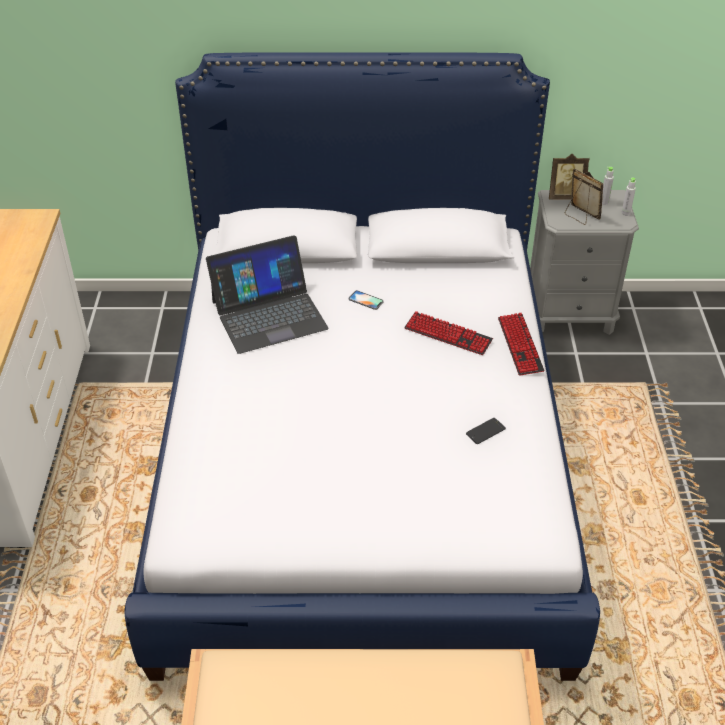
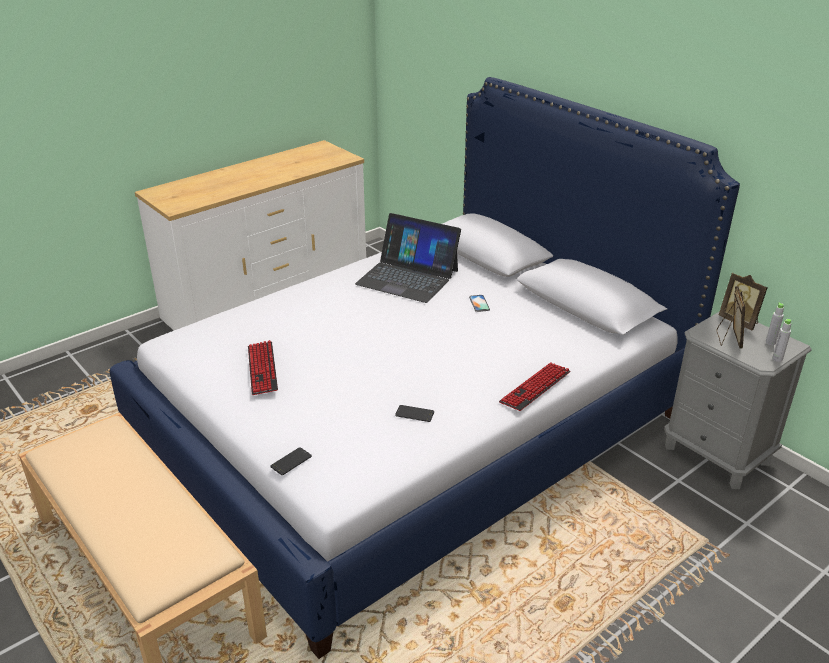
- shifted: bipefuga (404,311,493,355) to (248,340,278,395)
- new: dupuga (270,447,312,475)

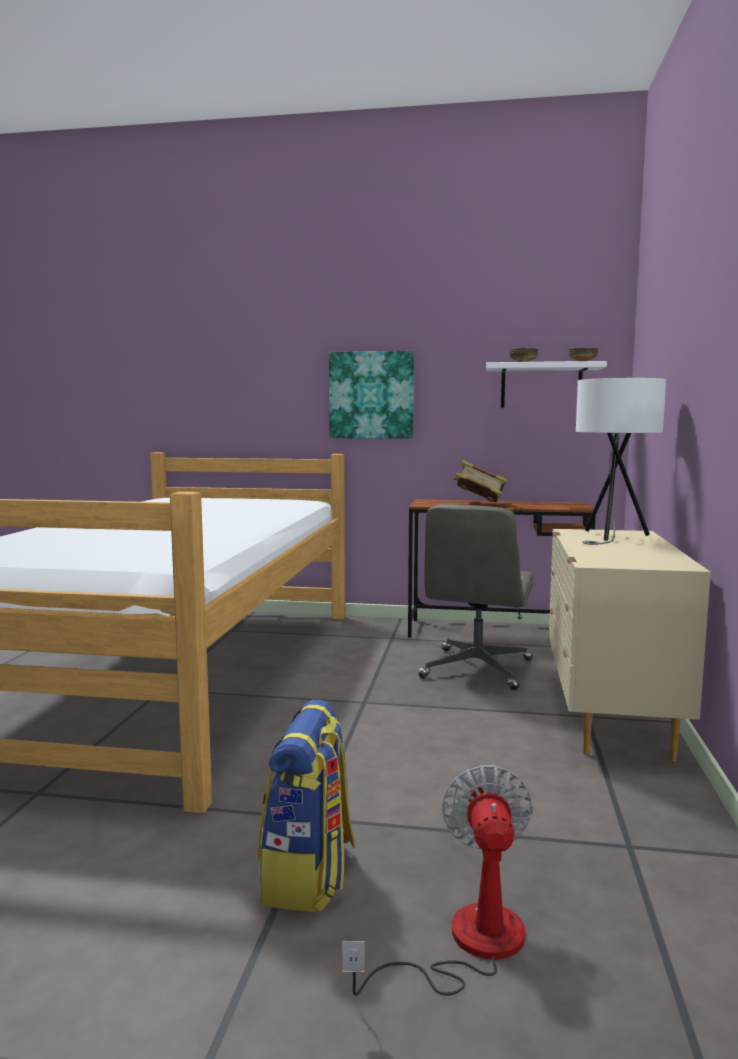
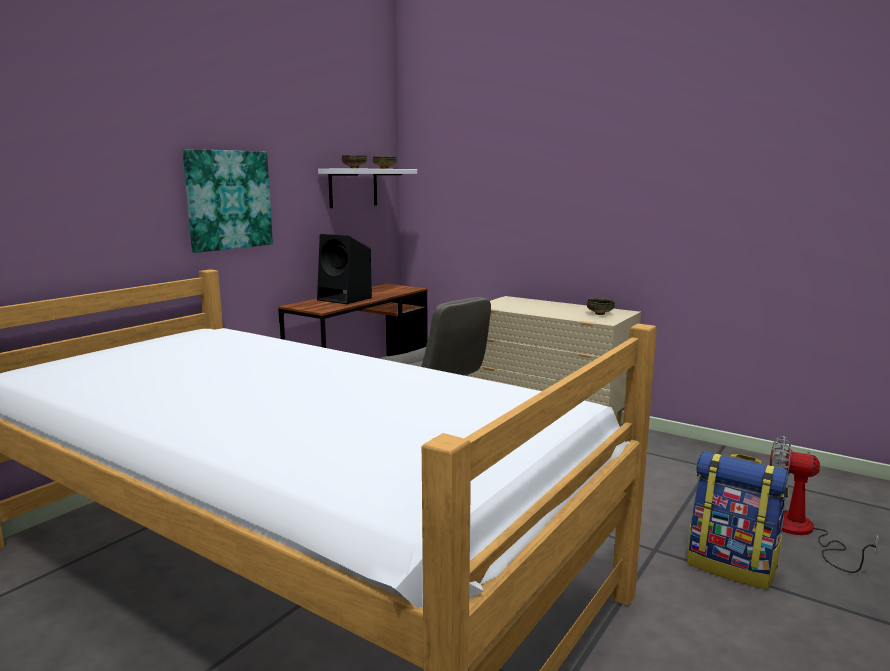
- swapped: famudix (453,460,508,503) to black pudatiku (317,234,372,304)
- new: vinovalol (587,298,615,315)
- gone: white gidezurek (576,378,666,545)

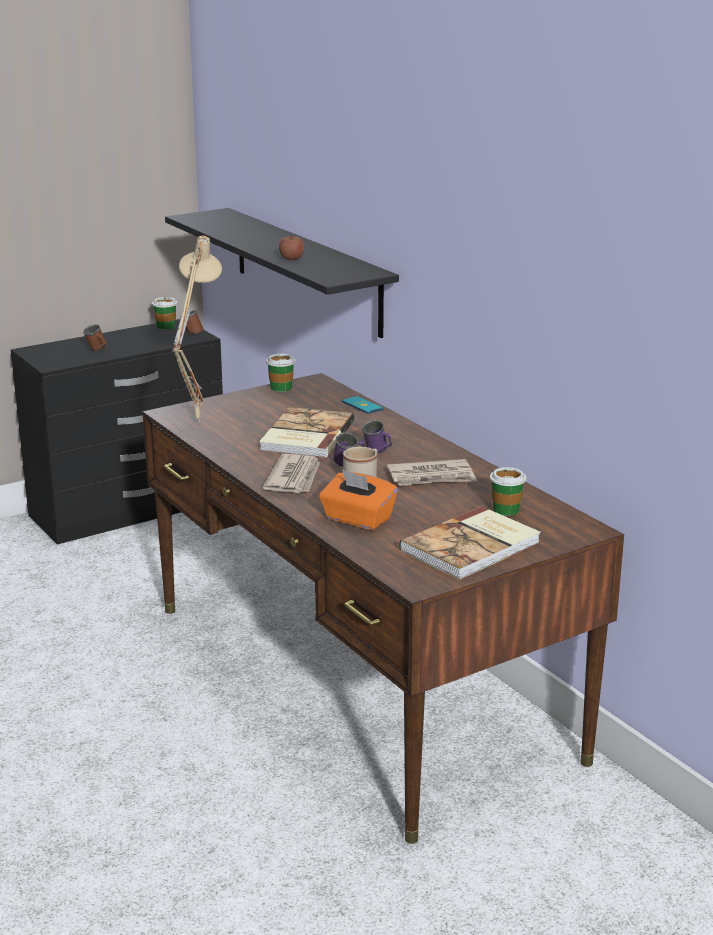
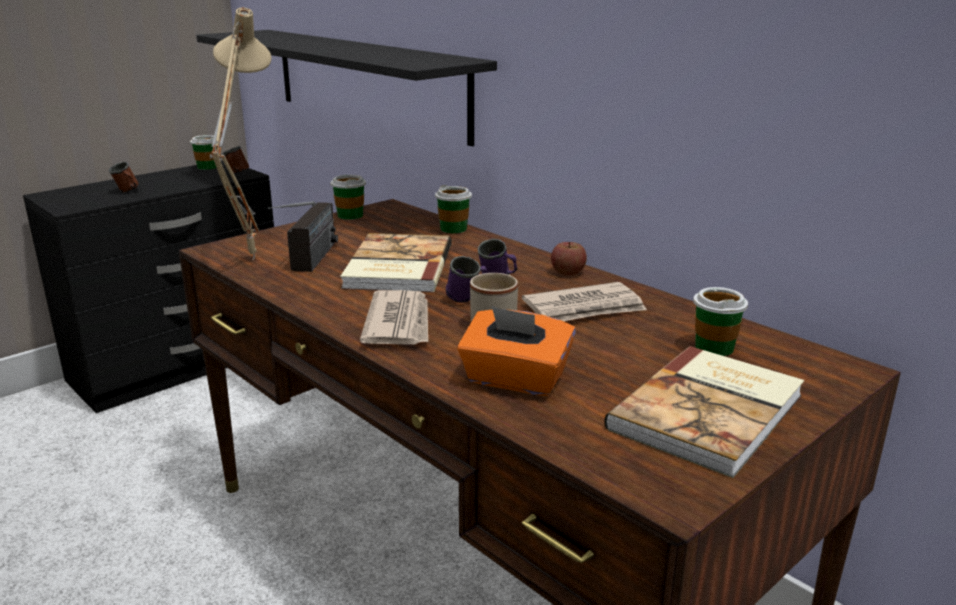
- new: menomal (268,201,338,272)
- swapped: dupuga (342,396,384,414) to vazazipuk (435,185,472,233)
- shifted: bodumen (279,235,305,260) to (551,242,587,276)

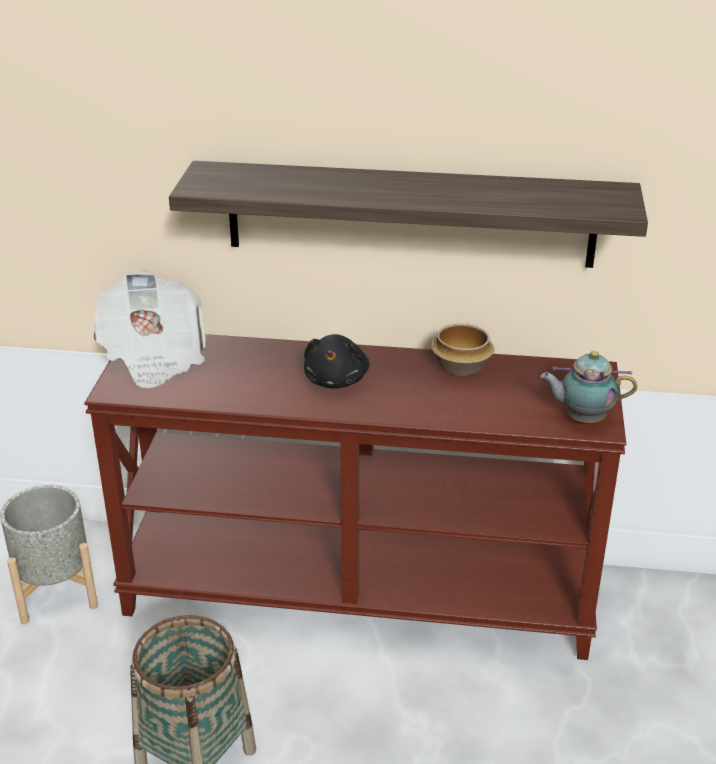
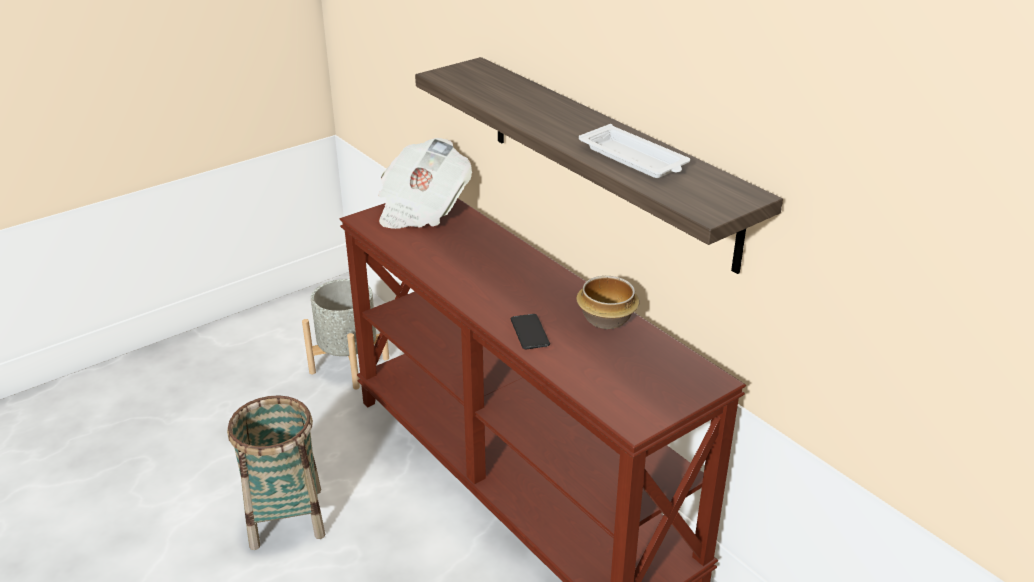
- new: dupuga (511,314,550,349)
- new: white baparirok (579,124,690,178)
- gone: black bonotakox (304,334,369,388)
- gone: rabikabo (540,351,637,423)

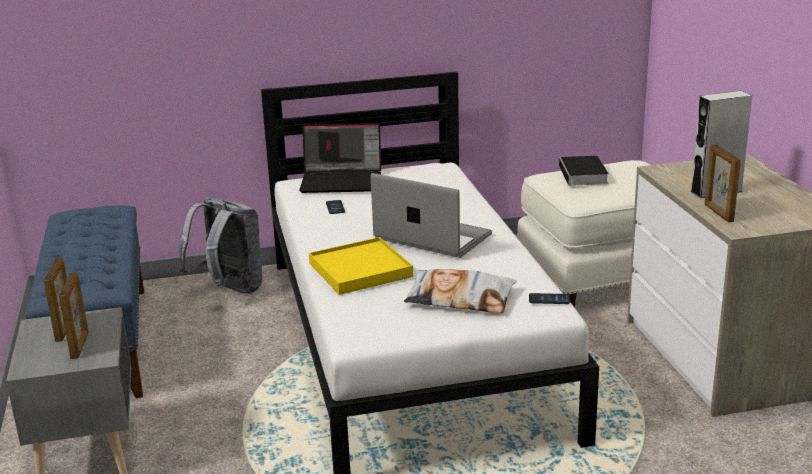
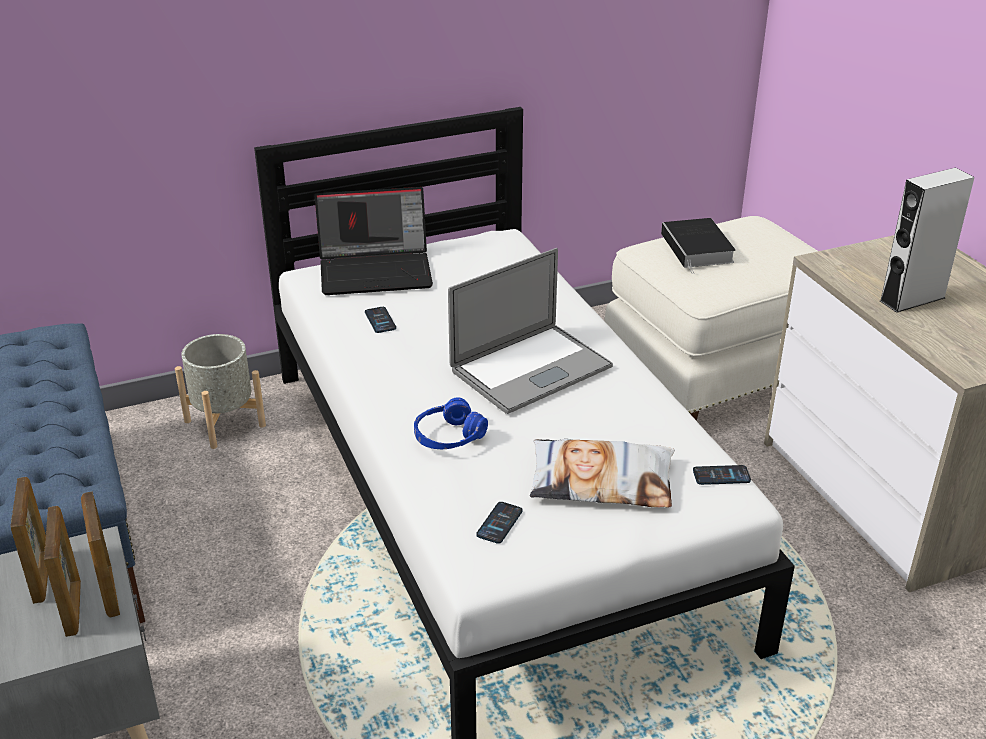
- shifted: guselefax (705,144,741,222) to (81,491,120,618)
- swapped: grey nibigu (179,198,263,294) to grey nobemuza (175,334,266,449)
- swapped: yellow baparirok (309,237,413,295) to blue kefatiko (414,397,488,449)
- rotated: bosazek (371,173,492,258) = (448,248,613,414) 120 degrees clockwise
- new: dupuga (476,502,523,544)

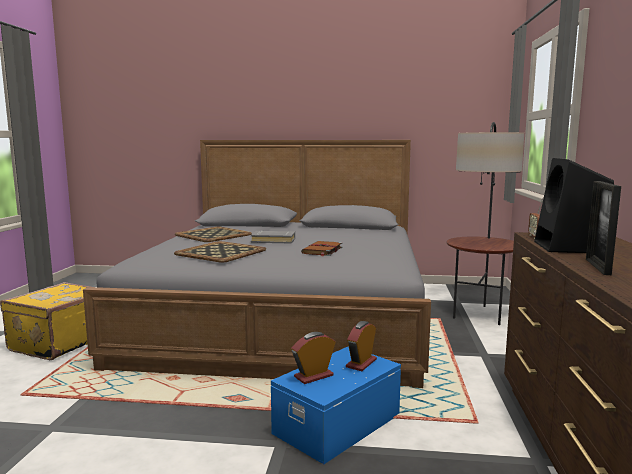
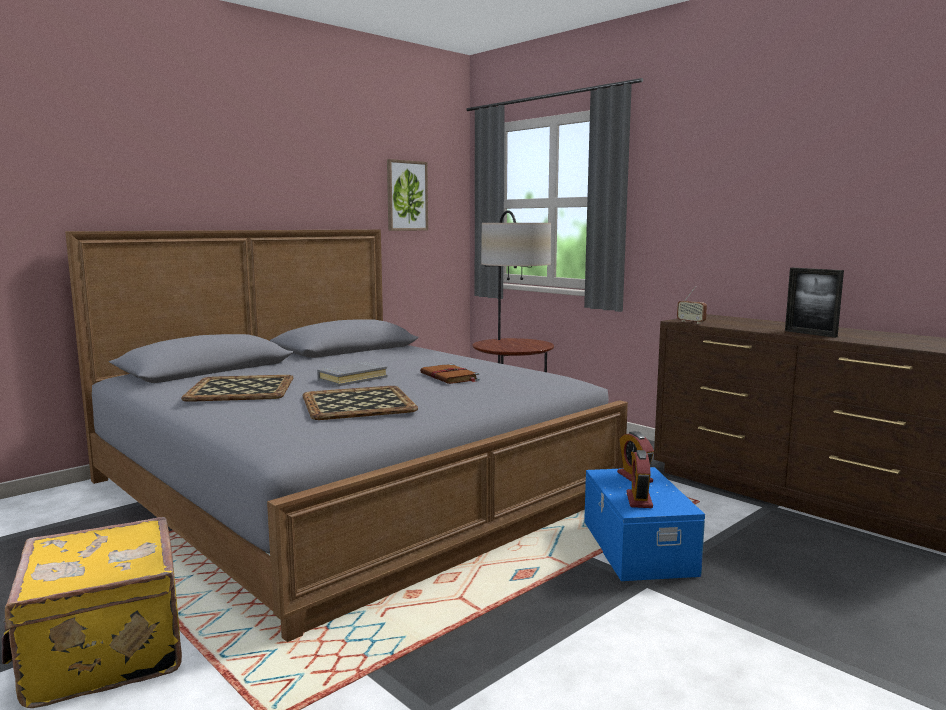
- new: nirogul (387,159,428,231)
- gone: black pudatiku (534,158,614,253)

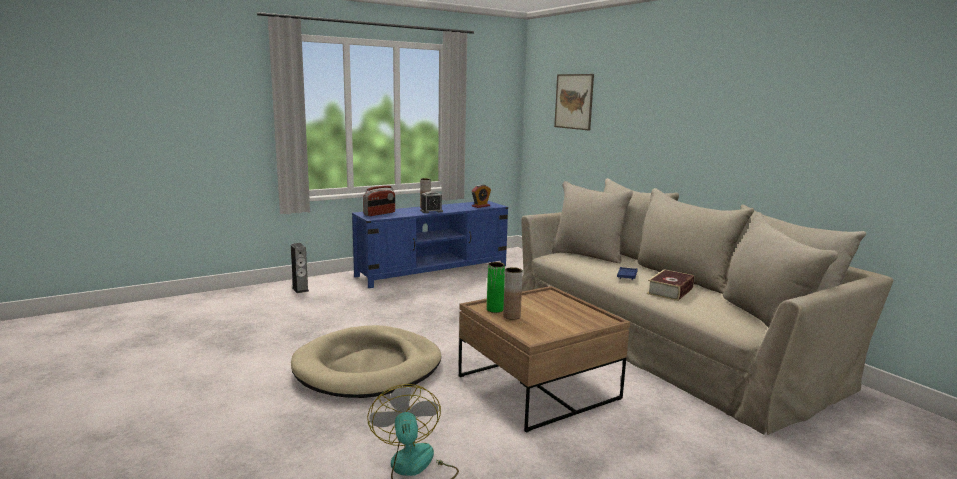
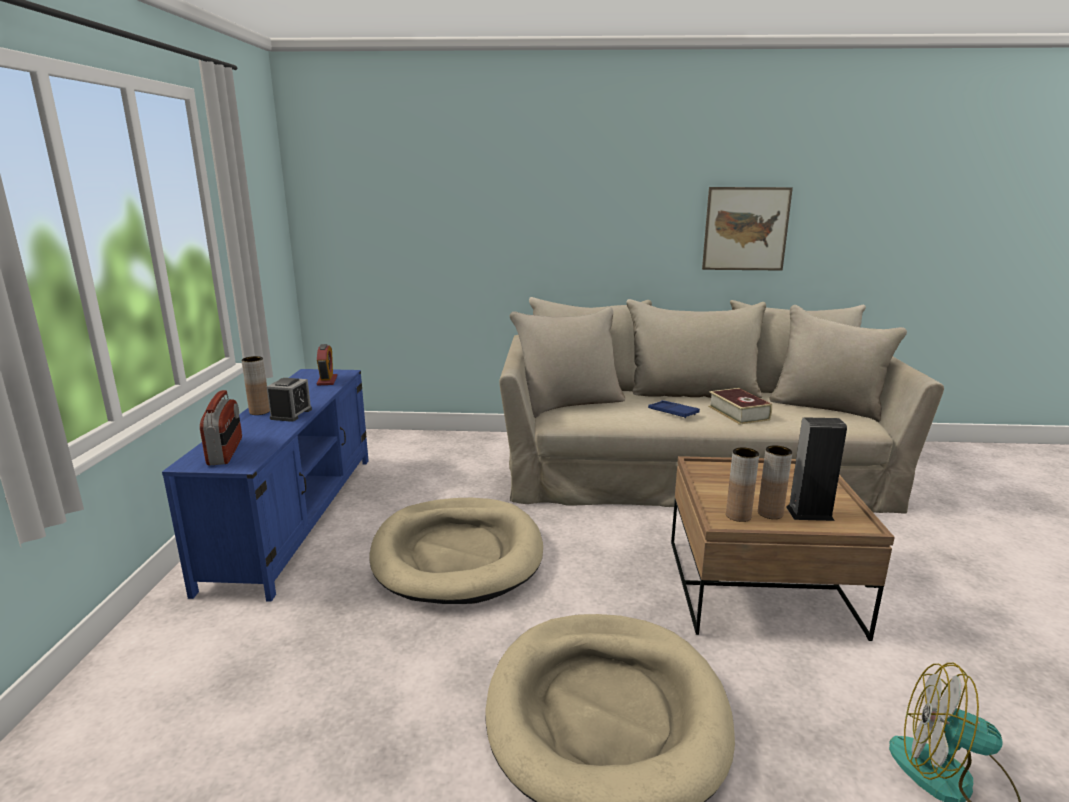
- new: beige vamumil (369,498,543,604)
- shifted: nirogul (554,74,594,131) to (702,187,793,271)
- repainted: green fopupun (487,262,505,313) to brown fopupun (726,447,759,522)
- shifted: pudatiku (291,243,309,293) to (786,417,847,521)

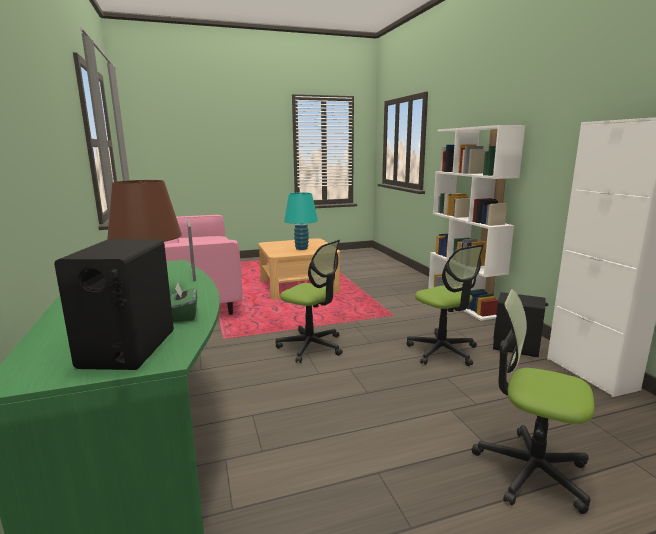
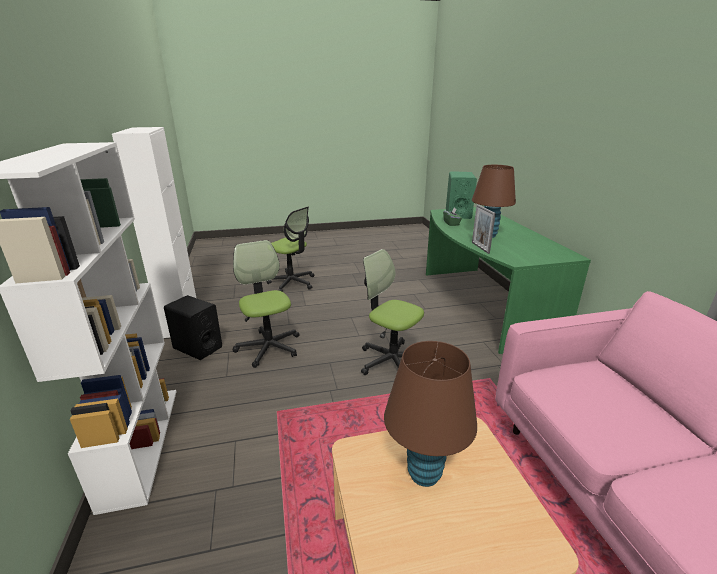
- repainted: turquoise gidezurek (284,192,318,250) to brown gidezurek (384,341,477,487)
- repainted: black pudatiku (54,239,174,370) to green pudatiku (446,171,477,219)

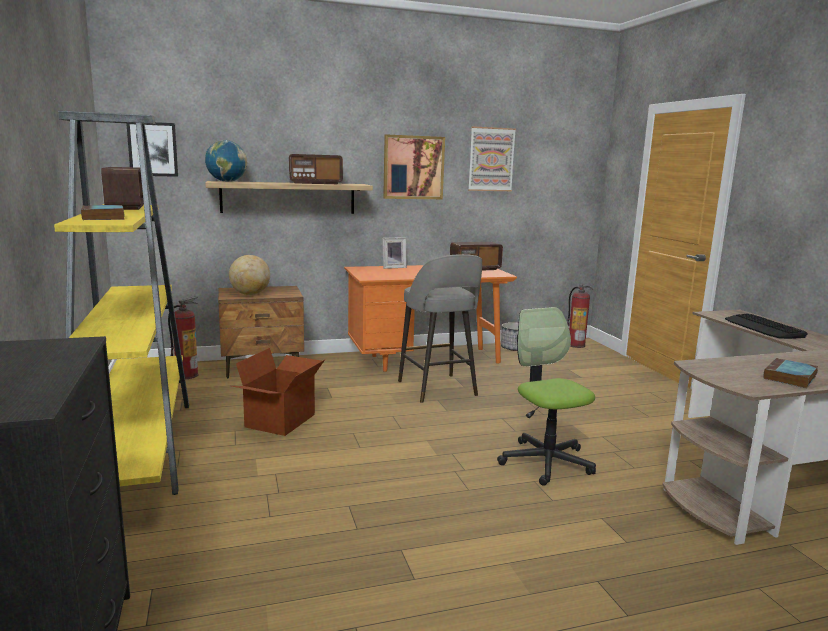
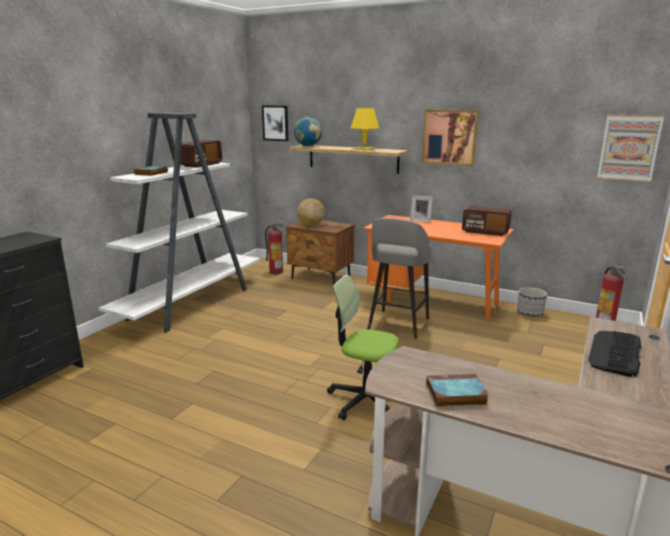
- repainted: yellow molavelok (54,111,189,495) to white molavelok (98,113,260,333)
- rotated: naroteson (497,307,596,486) = (327,274,399,420) 90 degrees counterclockwise
- swapped: menomal (289,154,343,184) to yellow gidezurek (351,108,379,150)
- shifted: nirogul (468,126,516,191) to (597,115,664,182)
- gone: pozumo (231,348,325,436)

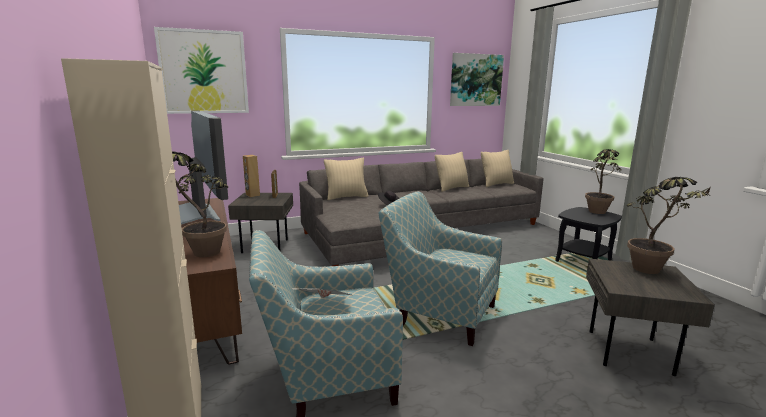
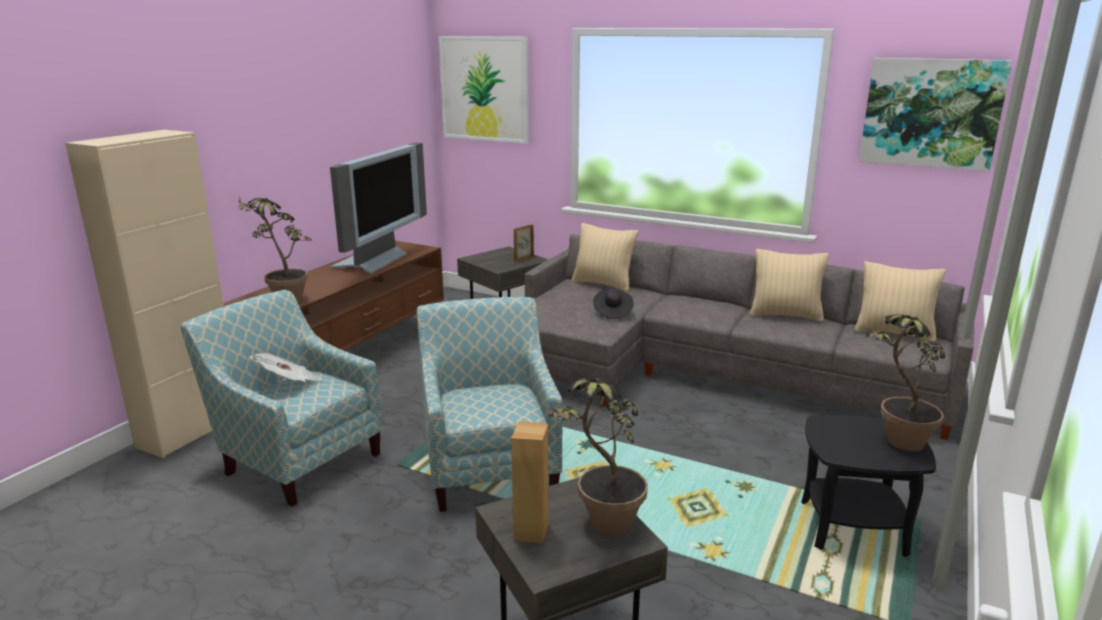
- shifted: brown pudatiku (243,155,260,197) to (511,421,548,544)

